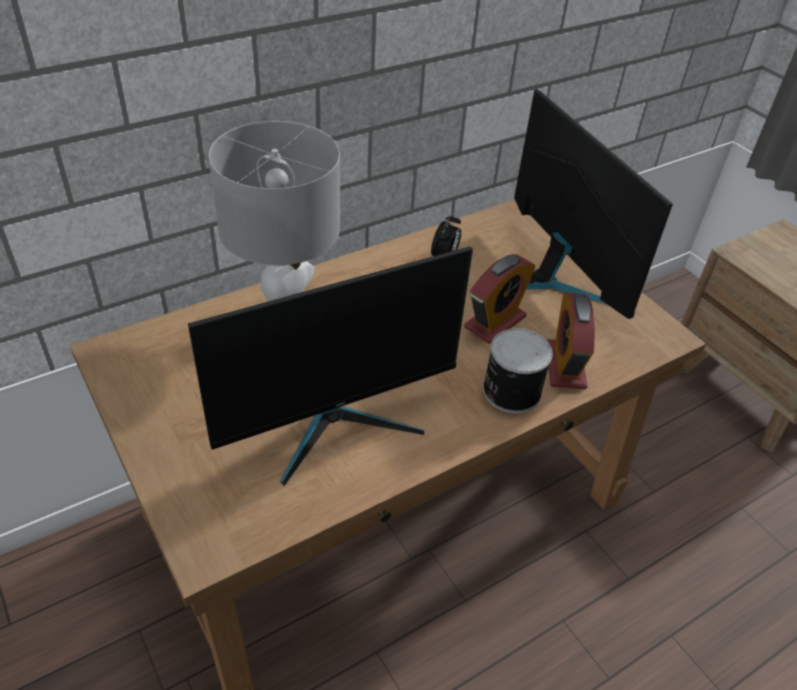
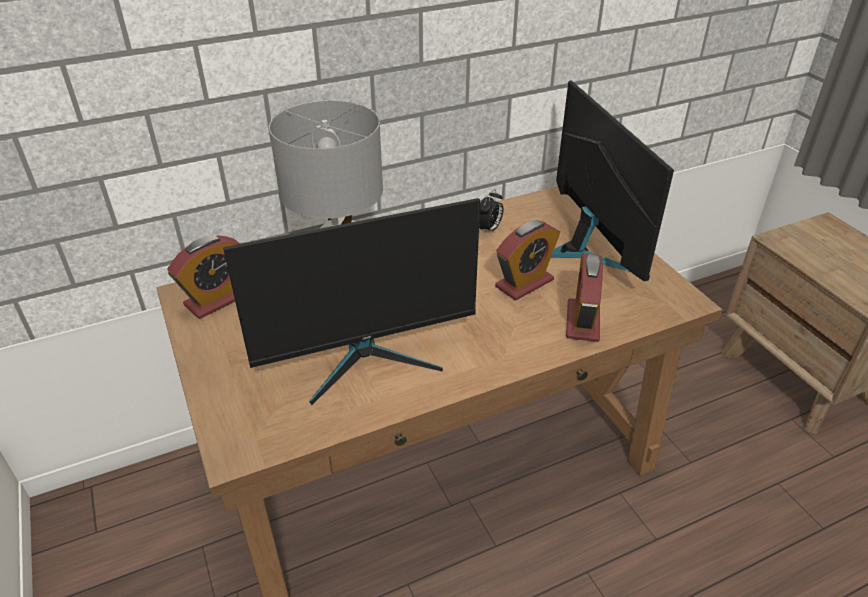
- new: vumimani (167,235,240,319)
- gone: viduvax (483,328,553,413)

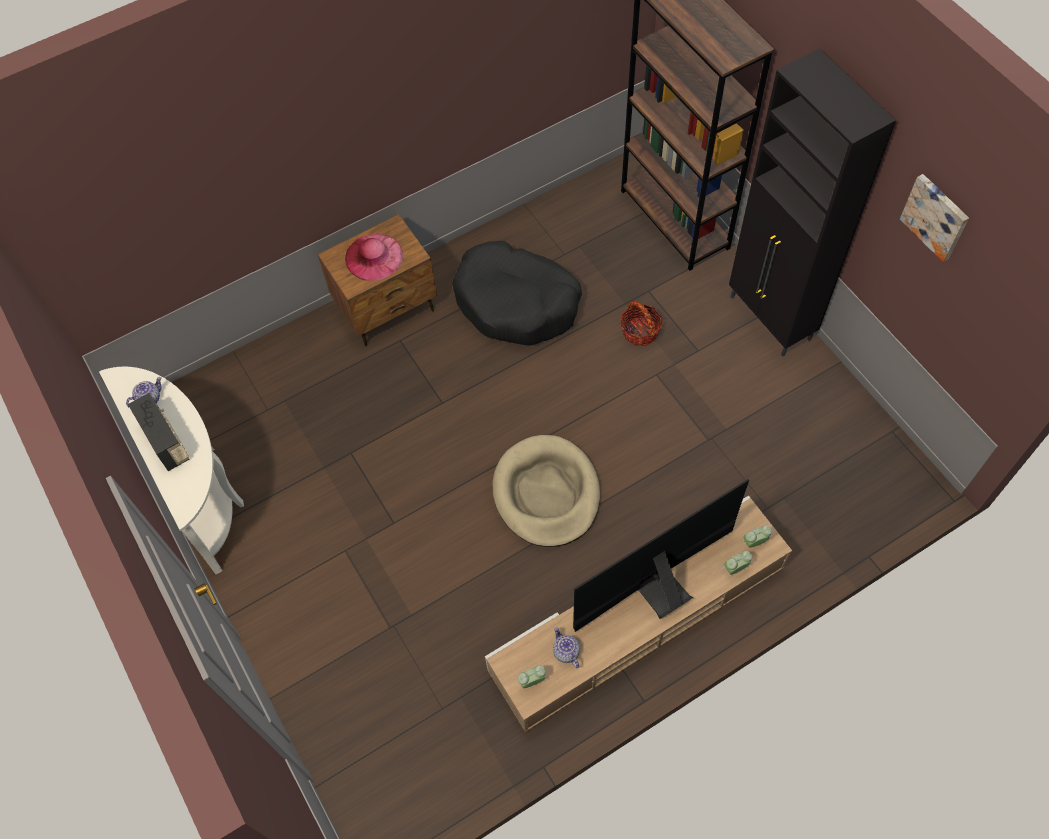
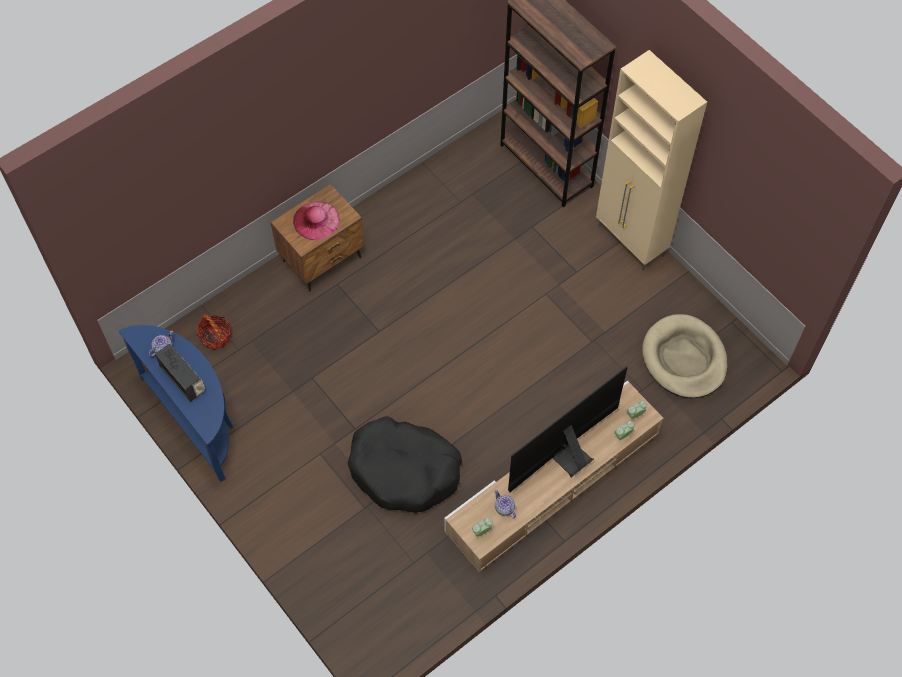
- repainted: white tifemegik (99,367,244,574) to blue tifemegik (119,325,234,482)
- shifted: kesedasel (621,301,662,346) to (197,314,231,350)
- shifted: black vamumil (452,241,582,346) to (348,416,462,513)
- repainted: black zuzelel (729,48,896,357) to beige zuzelel (596,50,707,271)
- shifted: beige vamumil (493,435,600,547) to (642,314,727,398)
- gone: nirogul (900,174,969,262)

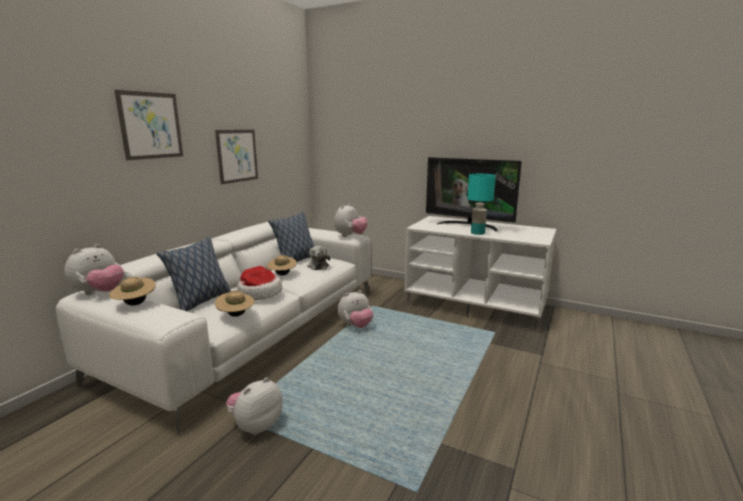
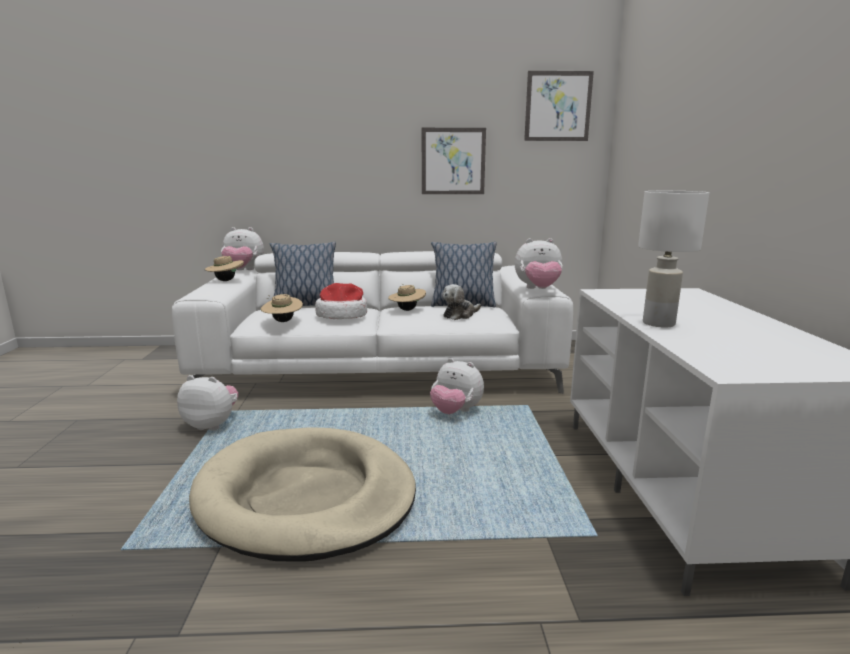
- new: beige vamumil (189,427,416,562)
- shifted: nirogul (114,90,183,160) to (524,71,594,141)
- repainted: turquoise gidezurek (467,174,496,235) to white gidezurek (638,191,709,328)
- gone: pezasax (426,157,522,231)

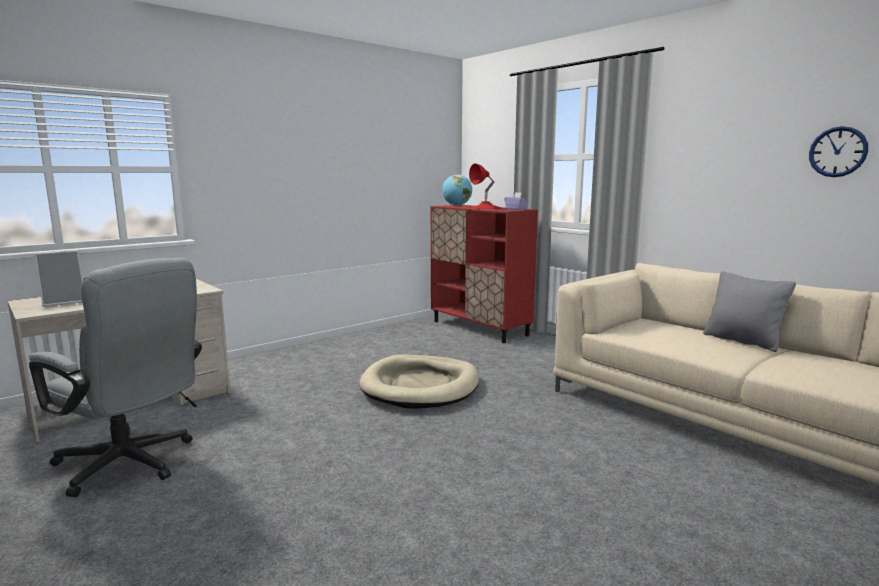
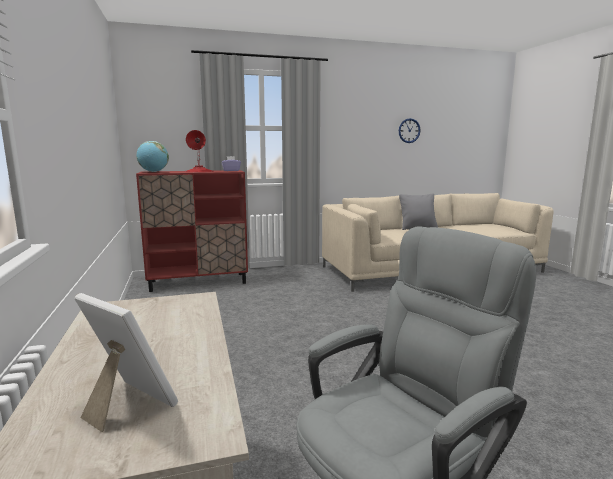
- rotated: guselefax (35,250,83,307) = (74,293,178,432) 45 degrees counterclockwise
- gone: beige vamumil (359,354,479,409)

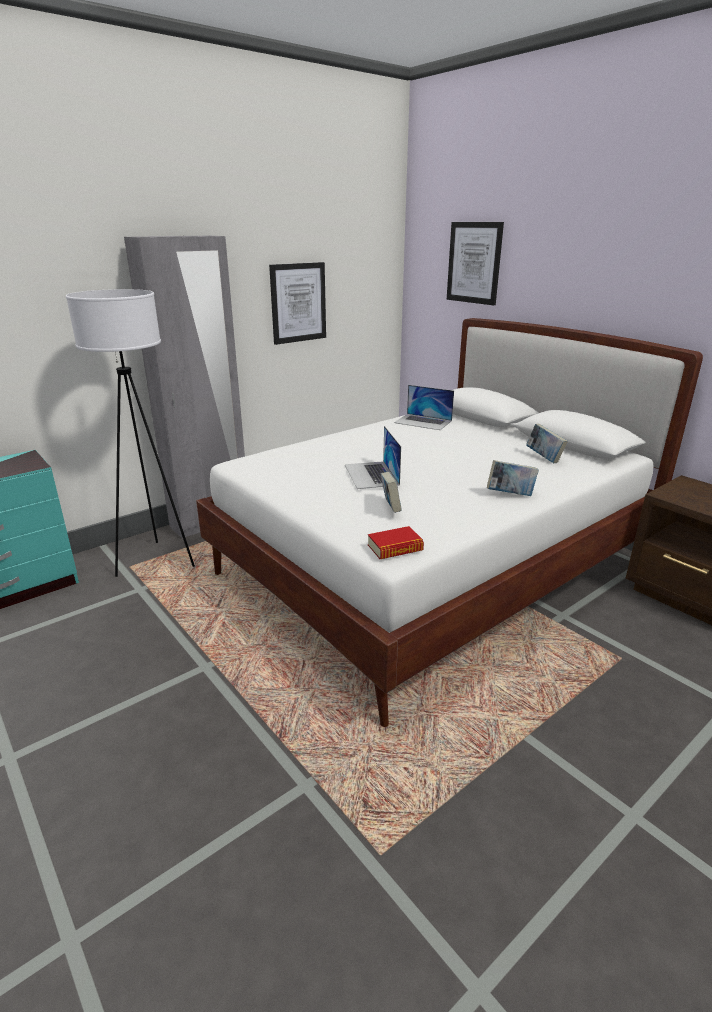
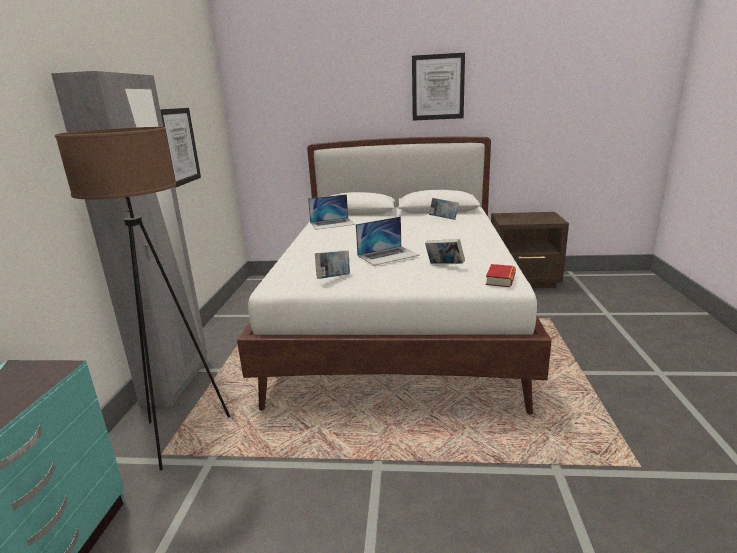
- repainted: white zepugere (66,289,195,577) to brown zepugere (55,127,230,471)
- shifted: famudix (487,460,539,496) to (315,250,350,279)
- rotated: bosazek (345,426,401,489) = (356,216,419,266) 60 degrees counterclockwise
- shifted: nirogul (447,222,504,305) to (412,53,465,121)

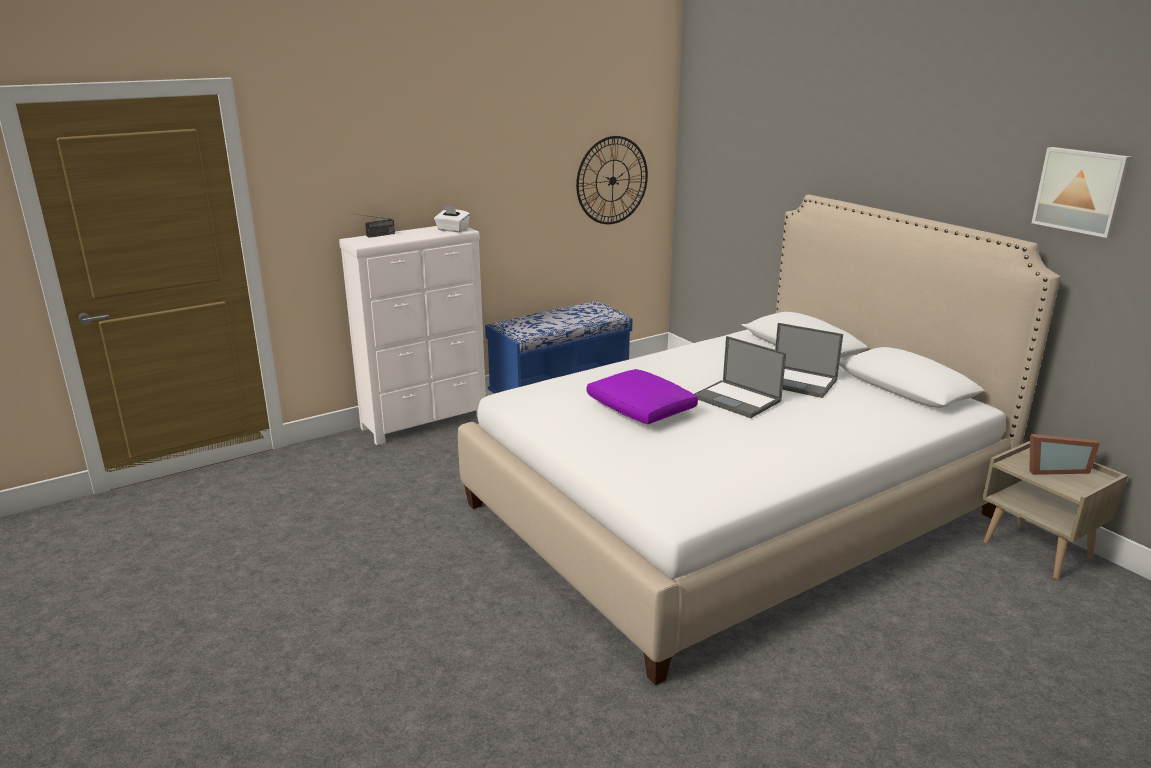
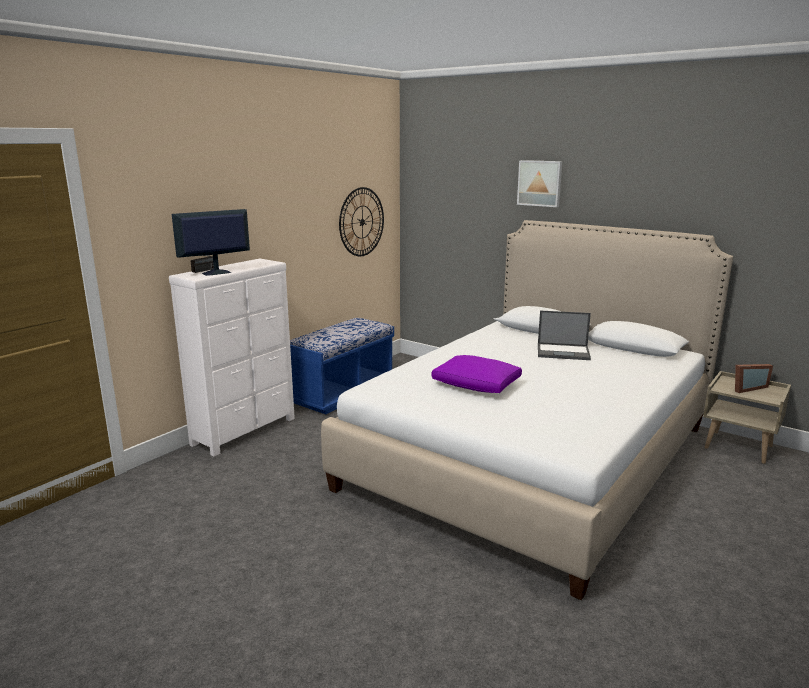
- new: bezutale (172,209,250,276)
- shifted: nirogul (1031,147,1132,238) to (517,160,562,207)
- gone: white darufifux (434,205,470,232)
- gone: bosazek (694,336,786,418)

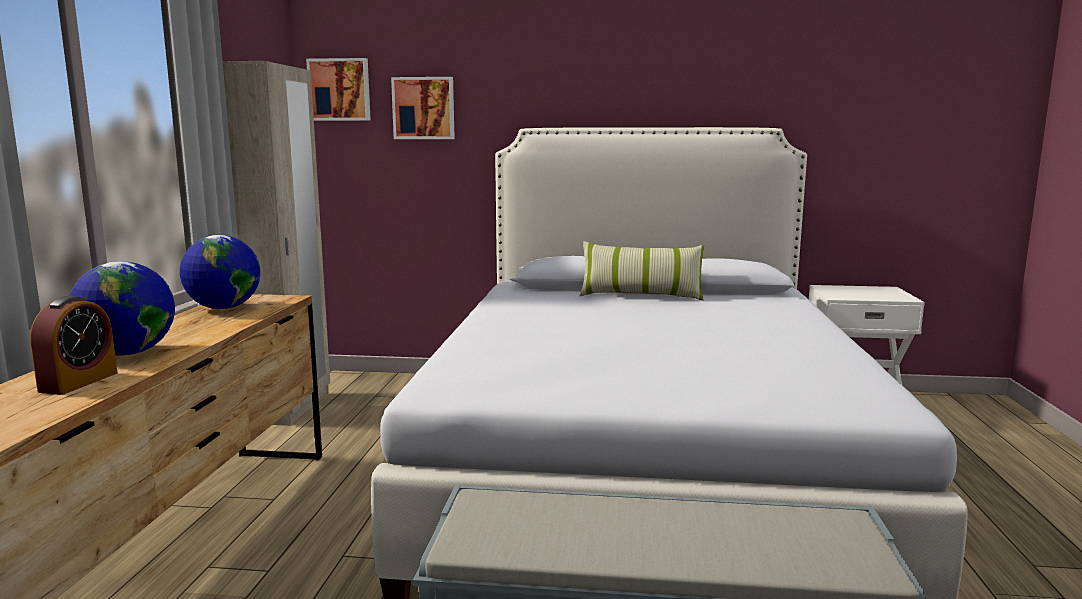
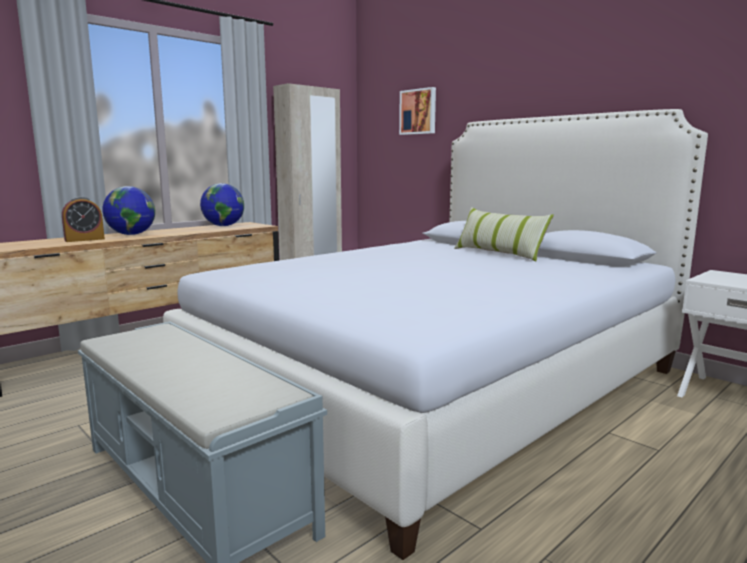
- gone: nirogul (306,58,371,121)

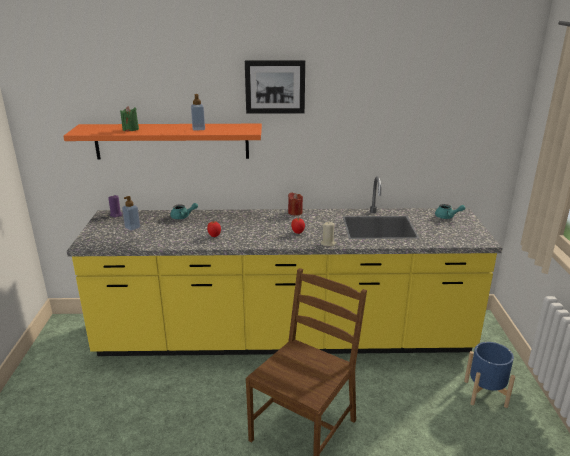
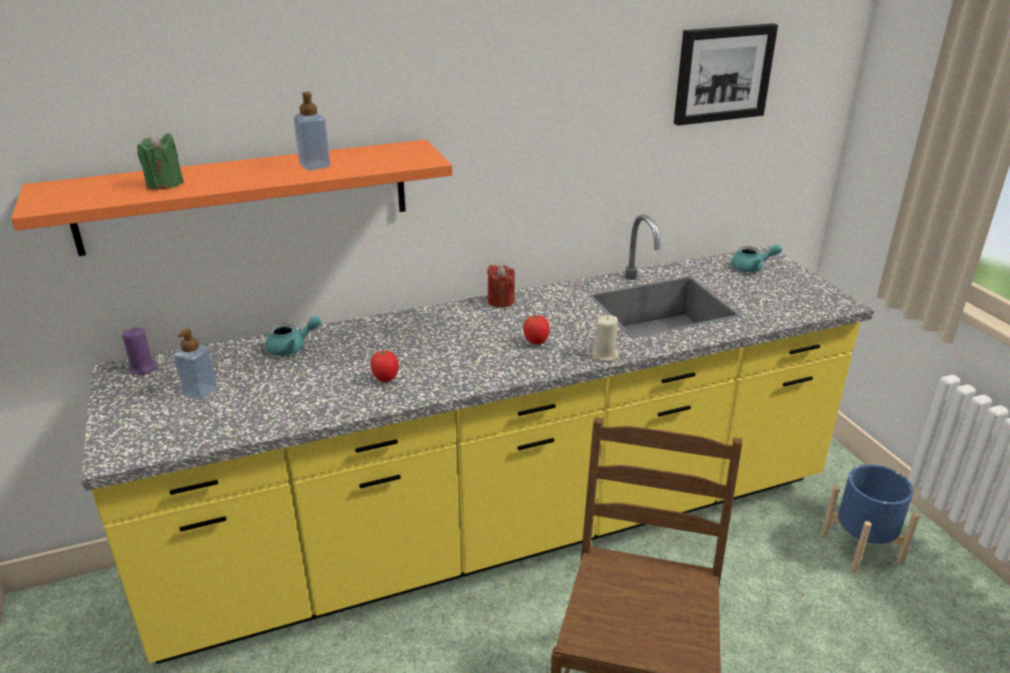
- shifted: nirogul (245,60,305,114) to (674,23,778,126)

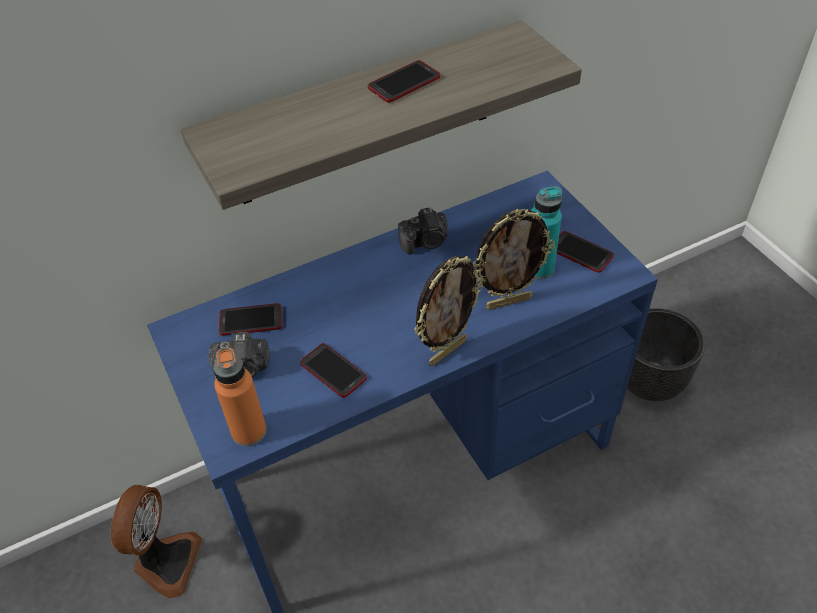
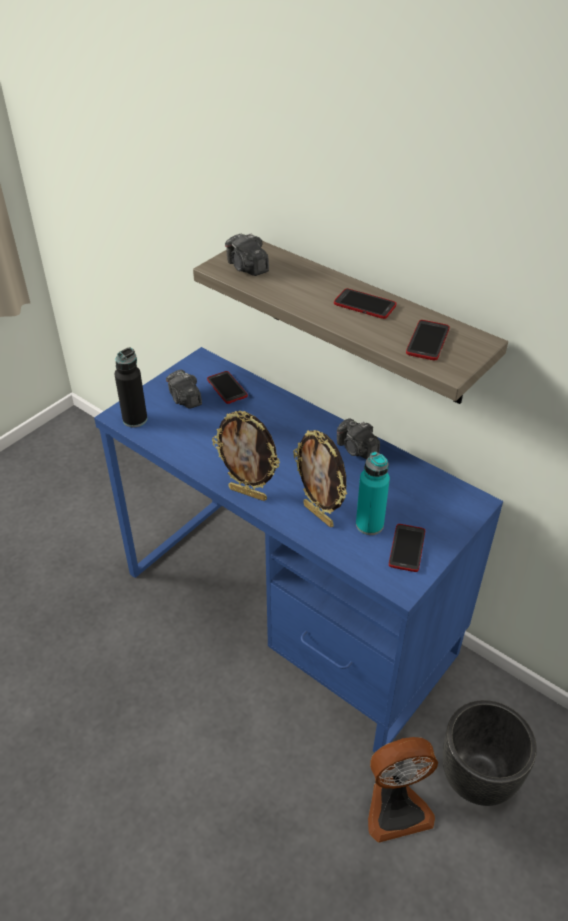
- repainted: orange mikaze (213,347,267,447) to black mikaze (115,348,147,428)
- new: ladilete (225,233,269,276)
- shifted: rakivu (111,485,202,598) to (368,737,438,843)
- shifted: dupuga (300,343,367,398) to (406,320,450,360)

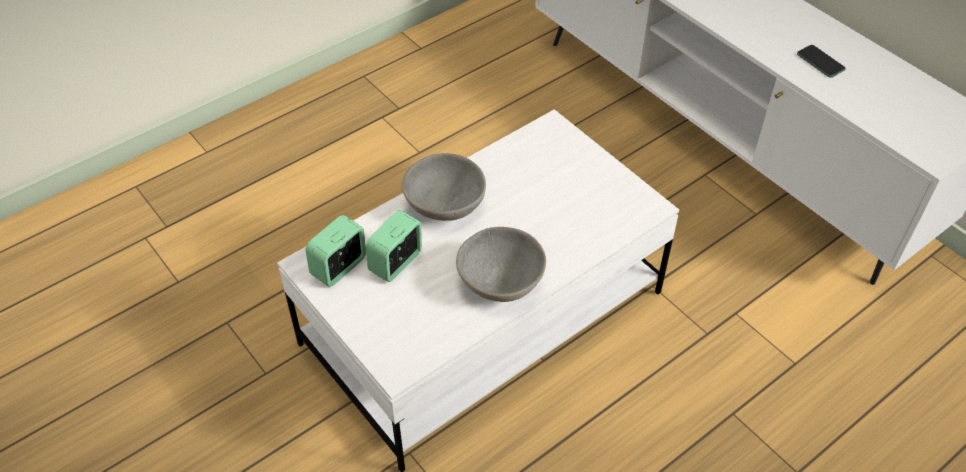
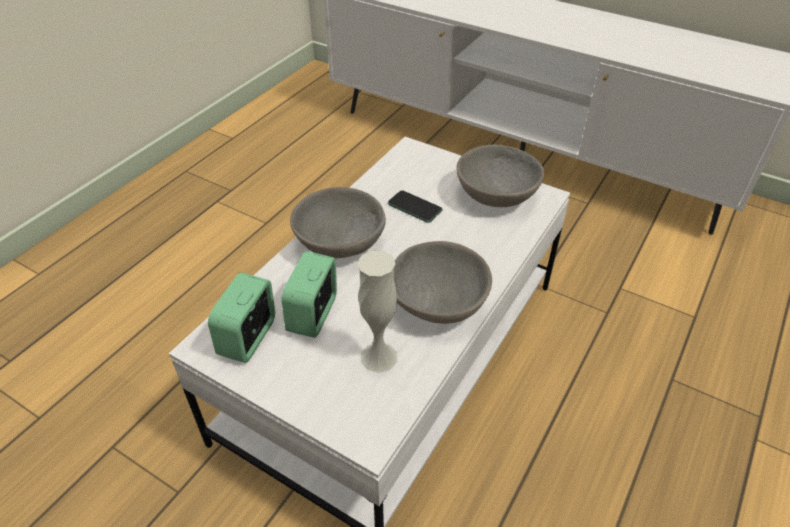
- new: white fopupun (357,251,397,373)
- shifted: dupuga (797,45,846,78) to (388,190,443,223)
- new: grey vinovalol (456,145,544,207)

